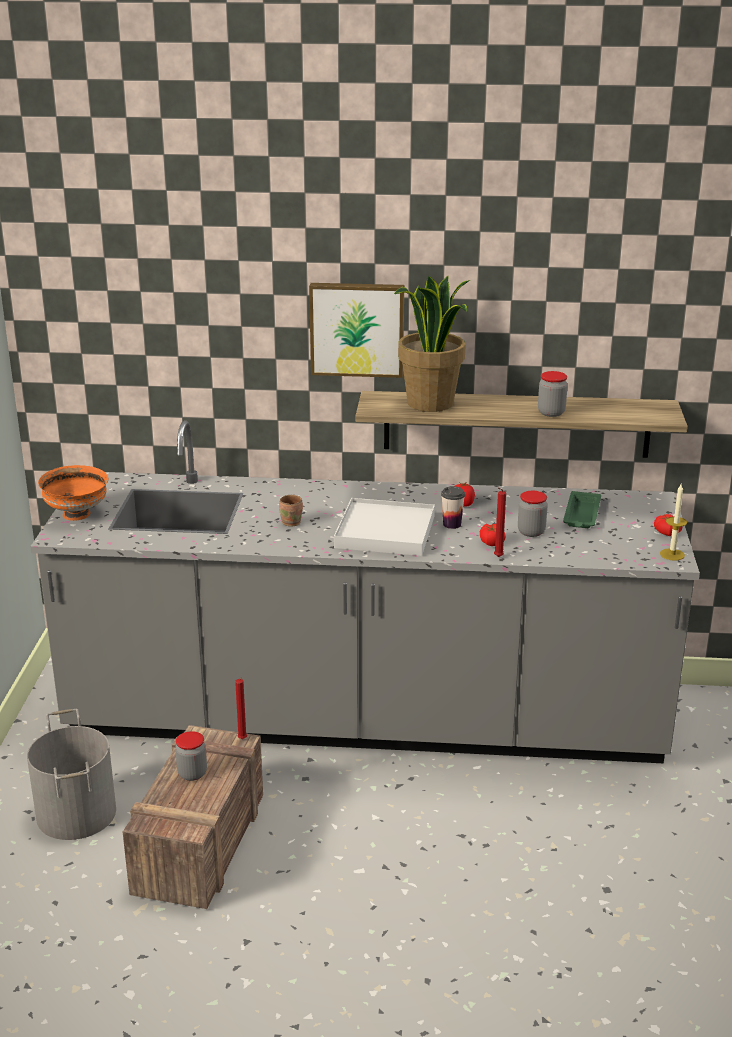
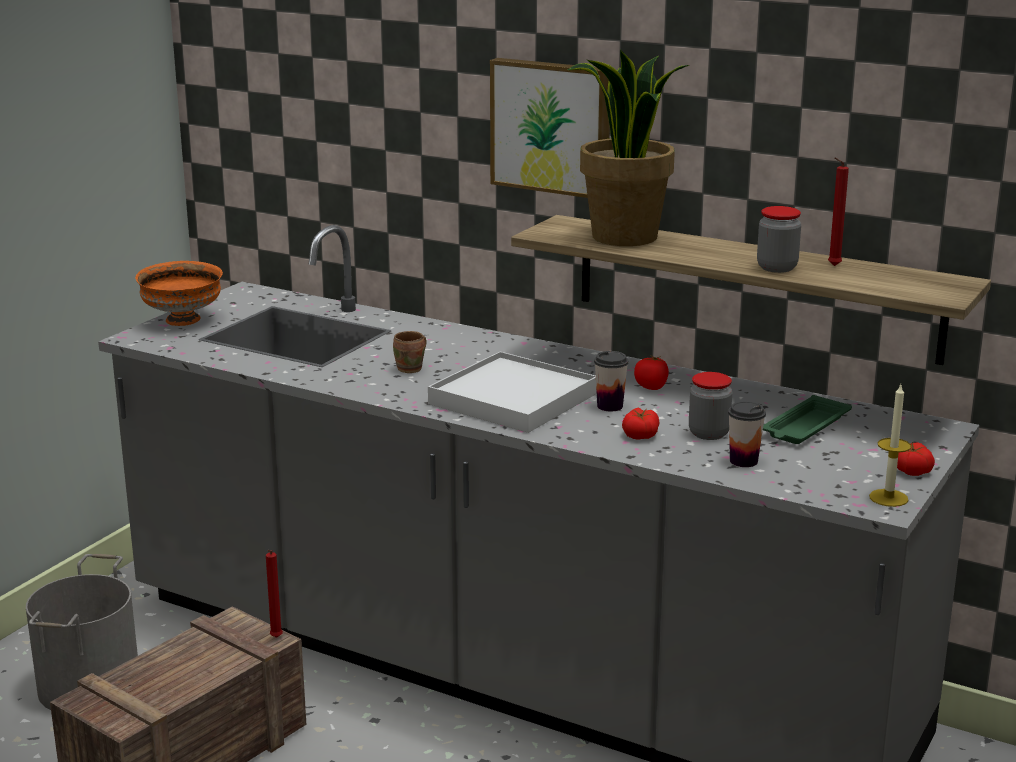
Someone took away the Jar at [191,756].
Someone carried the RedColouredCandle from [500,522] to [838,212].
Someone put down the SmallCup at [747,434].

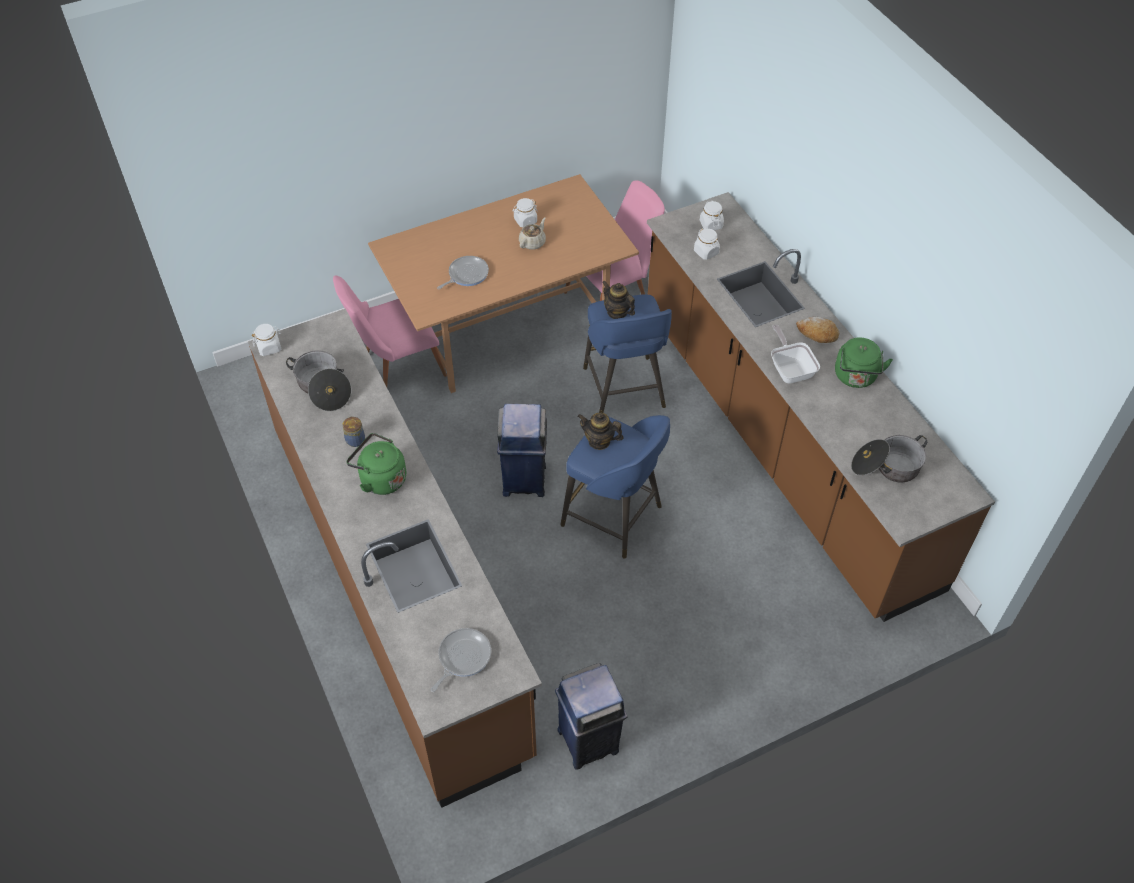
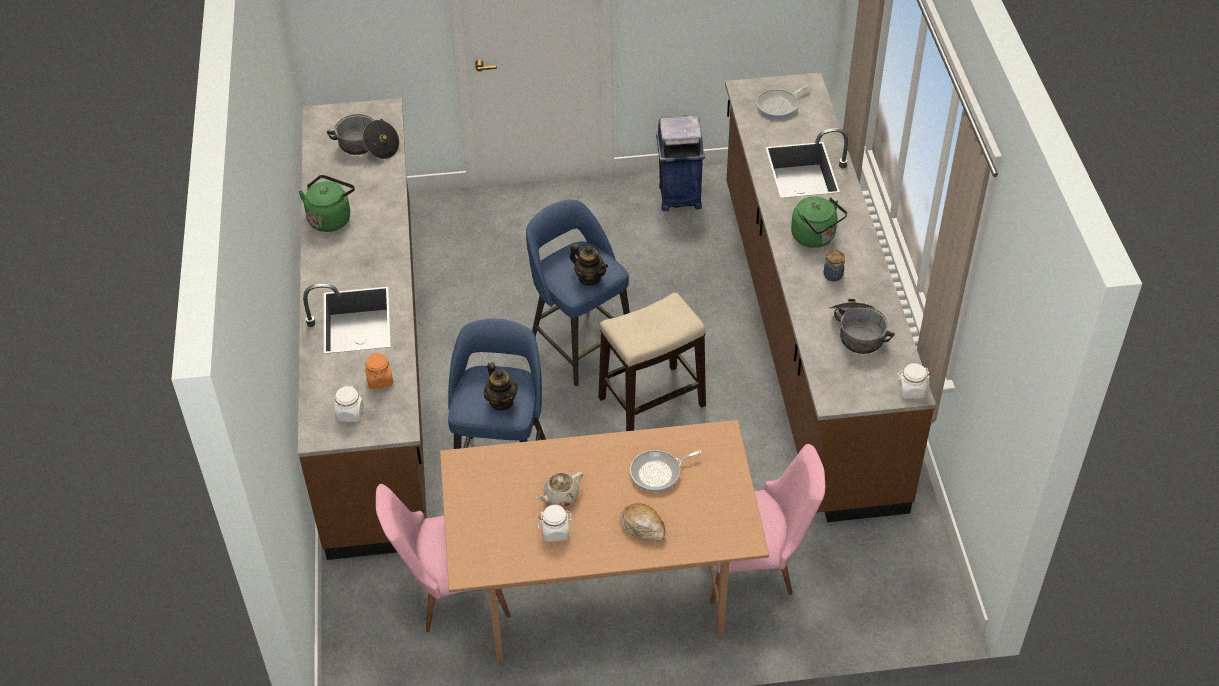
Someone swapped the BlueRubbishBin at [522,450] for the StoolSeat at [652,362].
Someone repainted the WhiteColouredJar at [707,244], which became the OrangeJar at [379,371].
Someone took away the Skillet at [795,354].
Someone carried the Bread from [817,330] to [643,522].

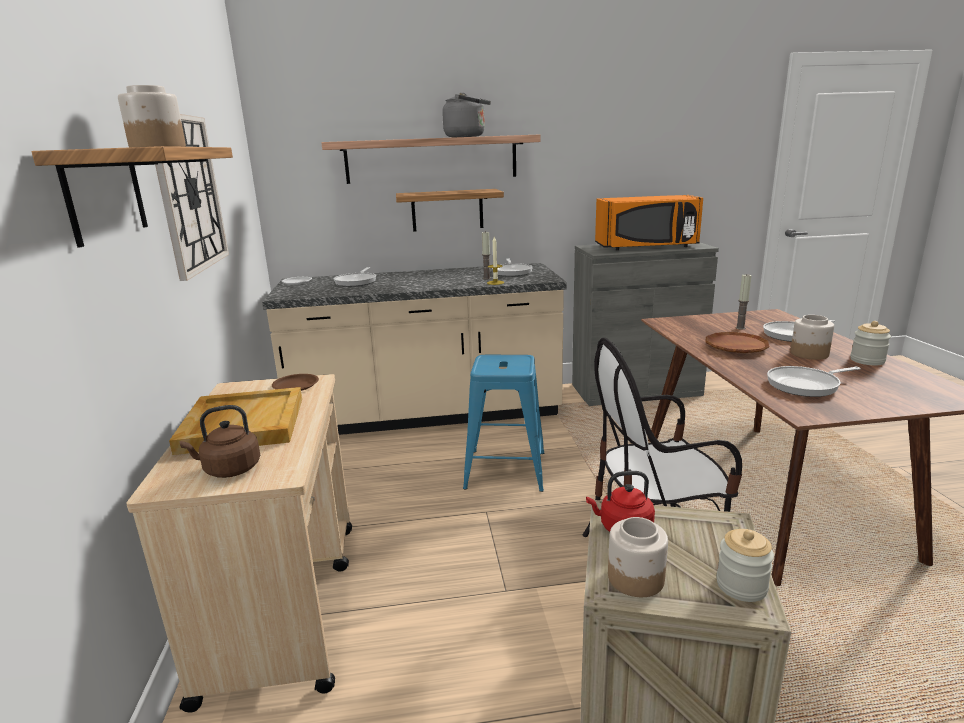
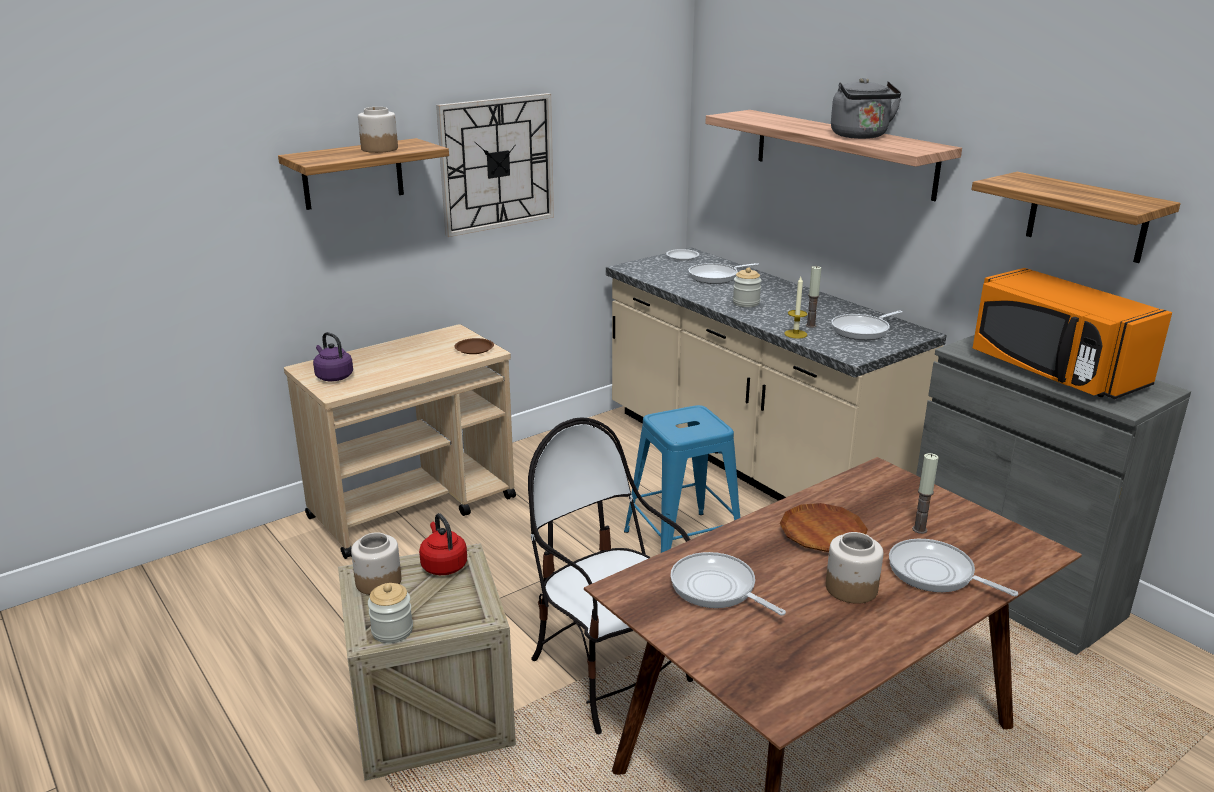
Someone took away the SandColouredServingTray at [235,421].
Someone repainted the BrownColouredWaterKettle at [219,441], which became the PurpleWaterKettle at [333,356].
Someone carried the WallShelf from [450,210] to [1076,217].
Someone carried the Jar from [870,343] to [747,287].

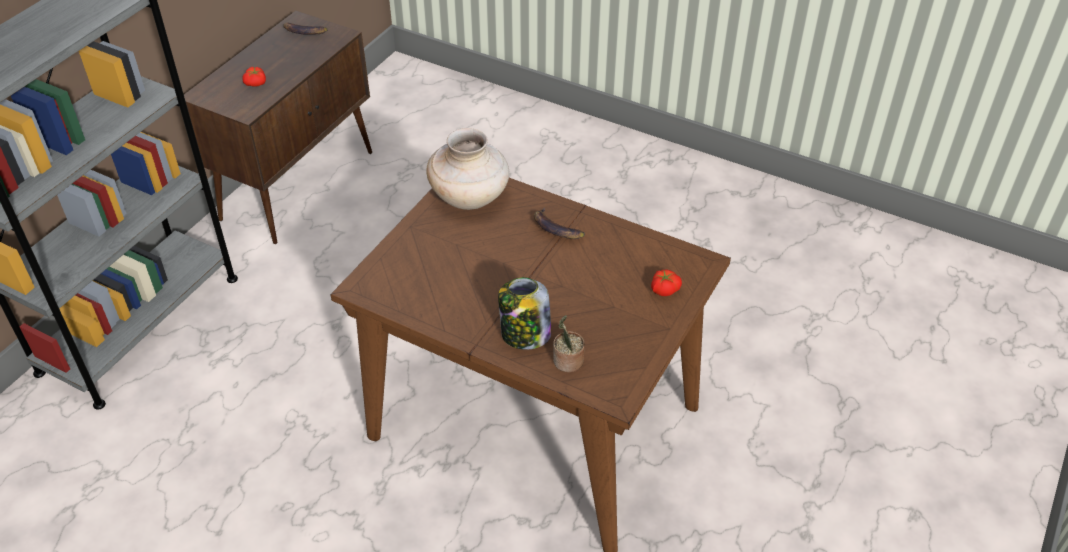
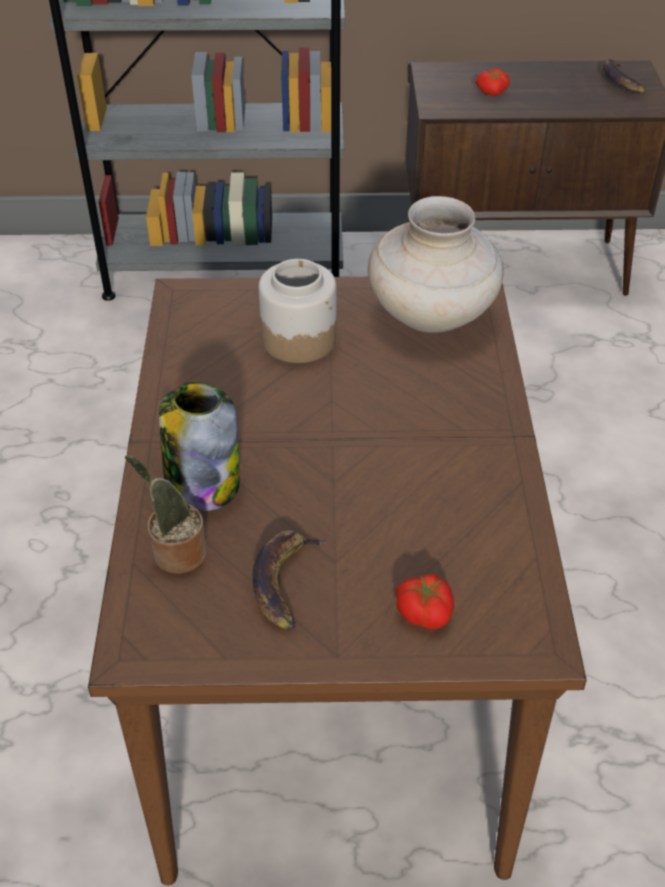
Someone carried the Banana from [559,223] to [290,580].
Someone put down the Jar at [297,311].

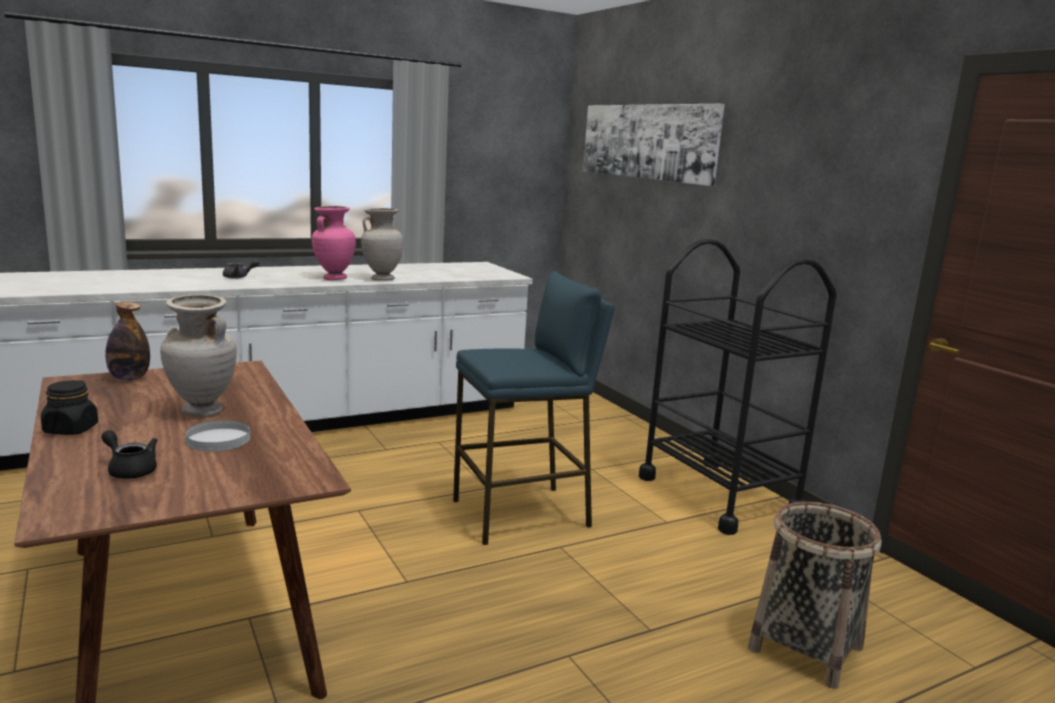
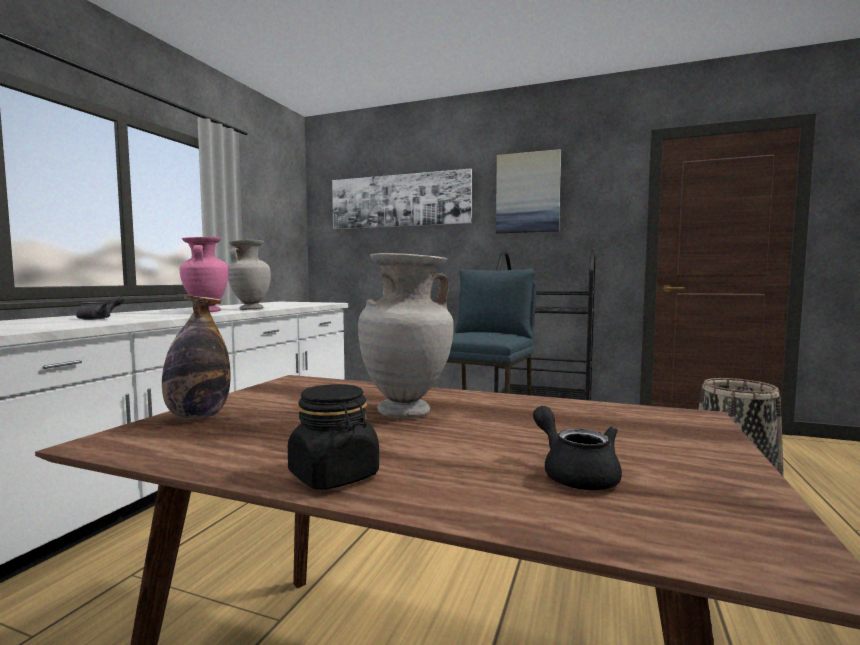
Someone rotated the BlackishPotForTea at [129,454] by 75 degrees clockwise.
Someone took away the WhiteColouredFlatDish at [217,435].
Someone put up the WallArt at [528,191].

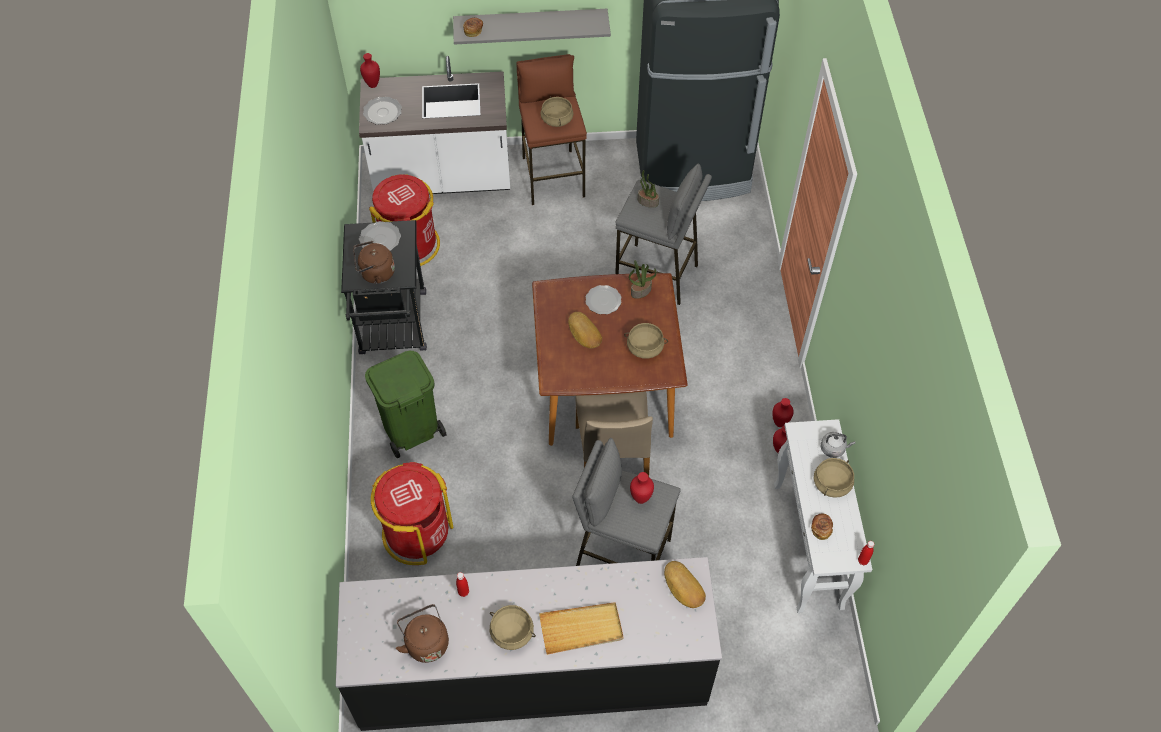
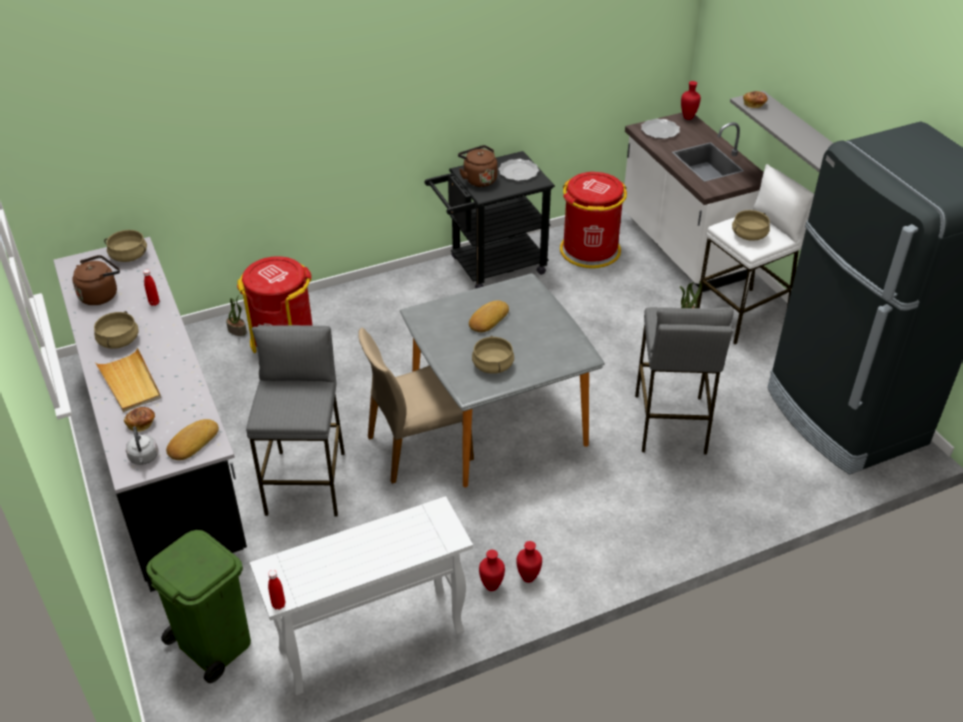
Someone carried the GreenRubbishBin from [406,404] to [198,606].
Someone repainted the BrownColouredStoolSeat at [551,129], which became the WhiteColouredStoolSeat at [755,254].
Someone repainted the BrownColouredDinnerTable at [610,359], which became the GrayDinnerTable at [502,380].
Someone took away the FlatDish at [603,299].
Someone carried the PlantInAPot from [642,279] to [236,315].
Someone took away the RedColouredFlowerVase at [642,488].
Someone carried the Bread from [822,526] to [139,419].
Someone carried the SandColouredSaucepot from [834,478] to [125,246].
Someone carried the GrayWaterKettle from [838,445] to [142,445].

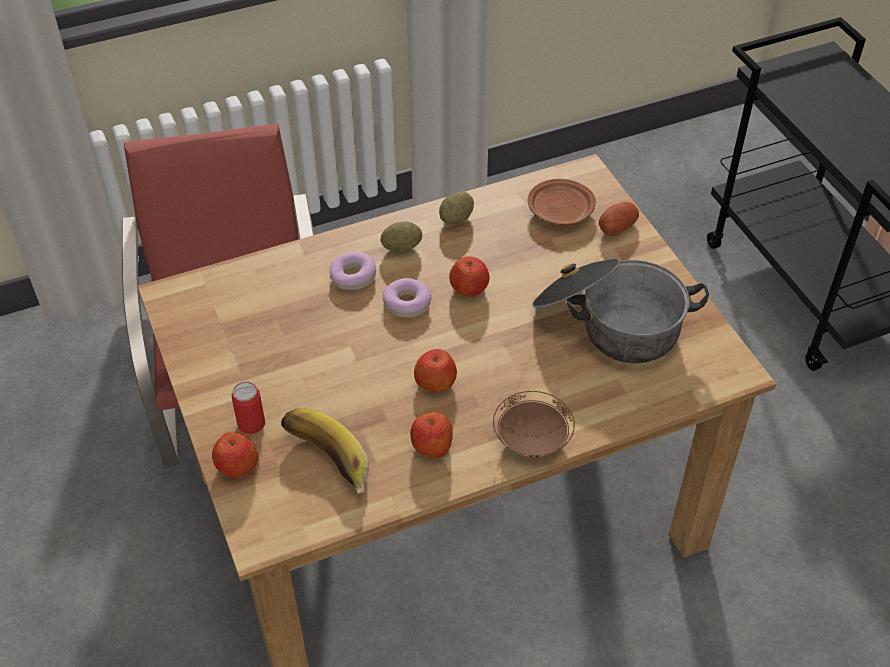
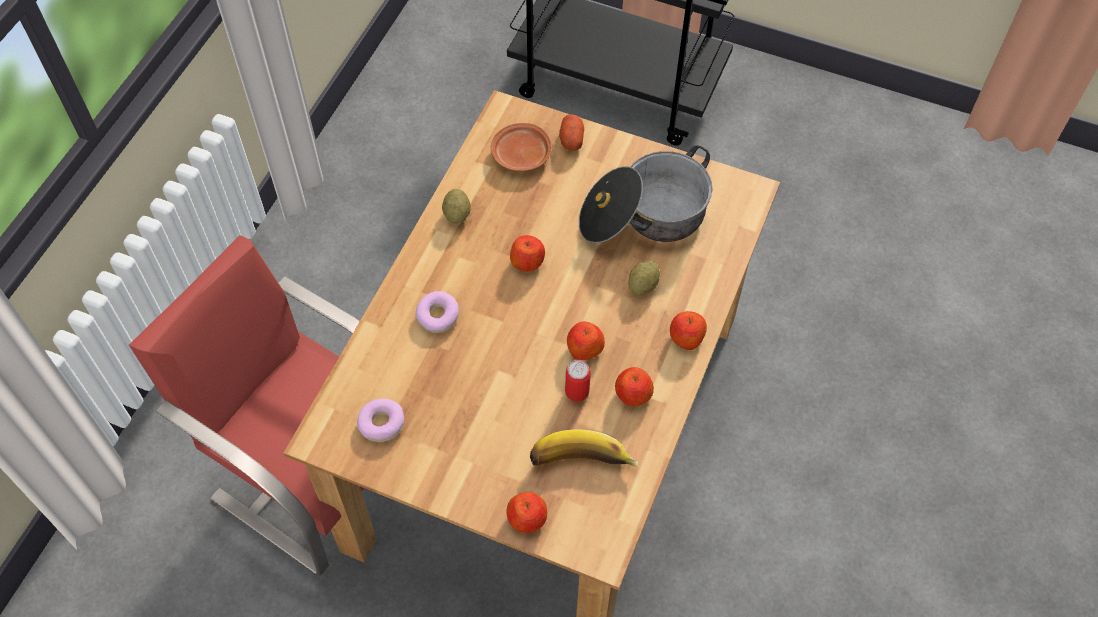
Someone carried the MetalCan from [248,407] to [578,381].
Someone carried the Potato from [401,237] to [644,278].
Someone carried the Doughnut from [407,298] to [380,420].
Someone swapped the BrownColouredFlatDish at [534,424] for the AppleFruit at [688,330].

